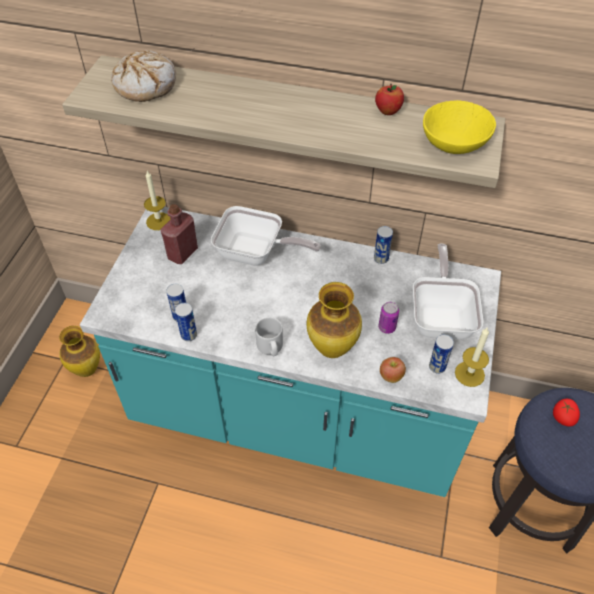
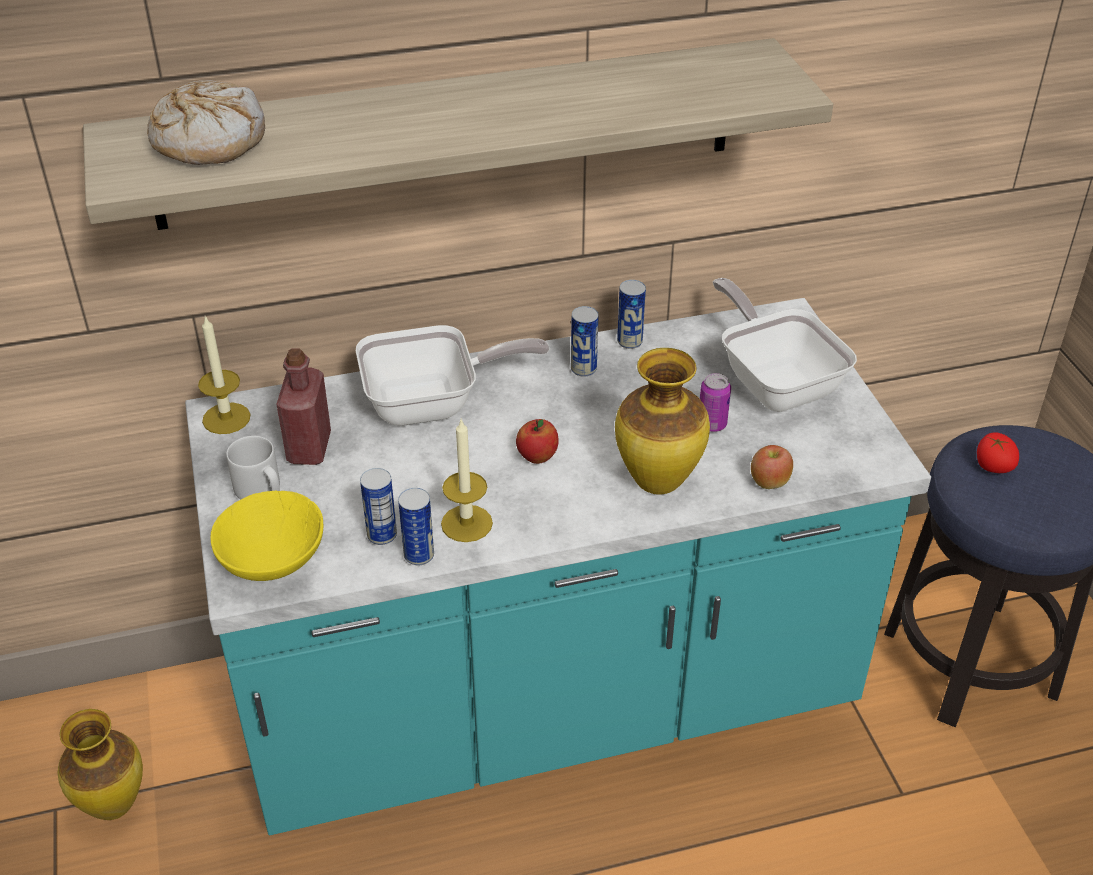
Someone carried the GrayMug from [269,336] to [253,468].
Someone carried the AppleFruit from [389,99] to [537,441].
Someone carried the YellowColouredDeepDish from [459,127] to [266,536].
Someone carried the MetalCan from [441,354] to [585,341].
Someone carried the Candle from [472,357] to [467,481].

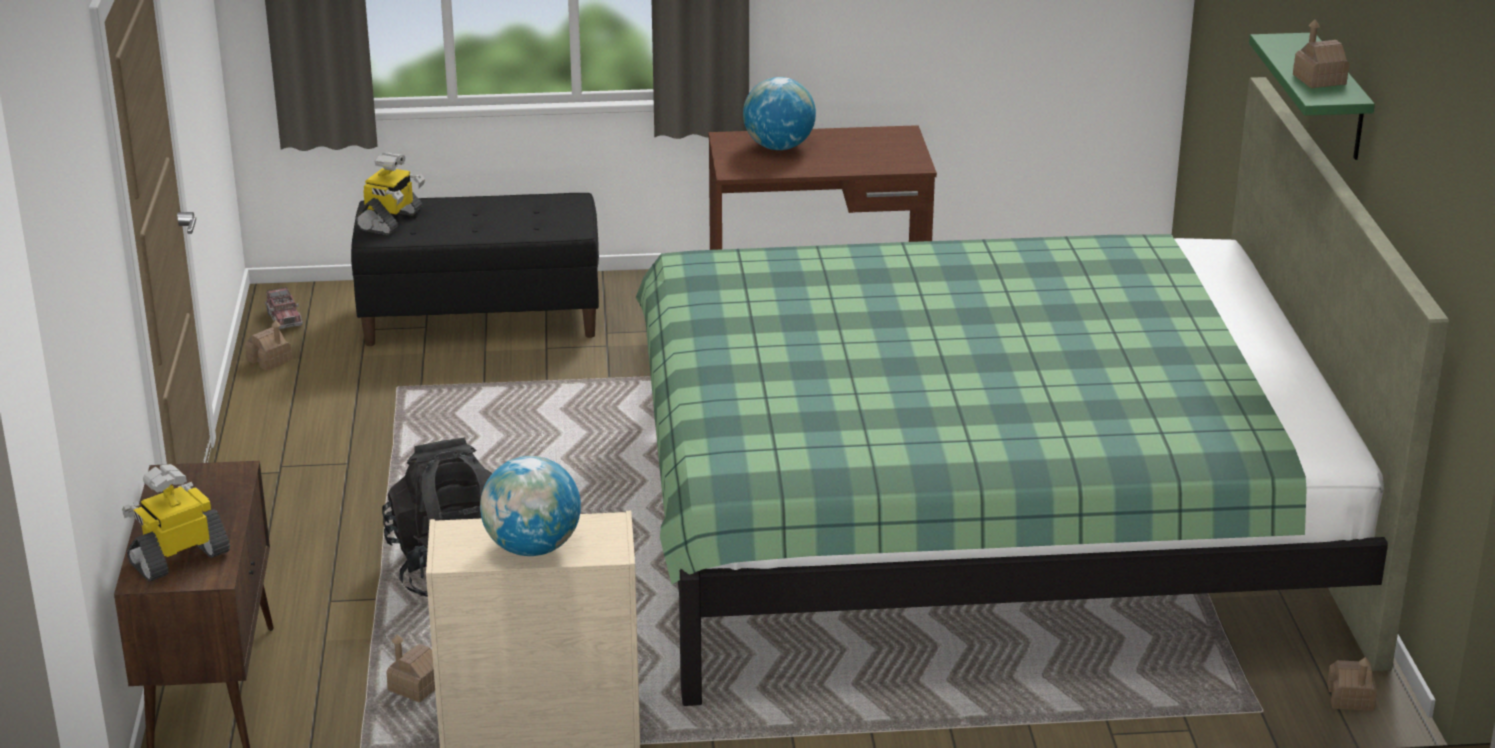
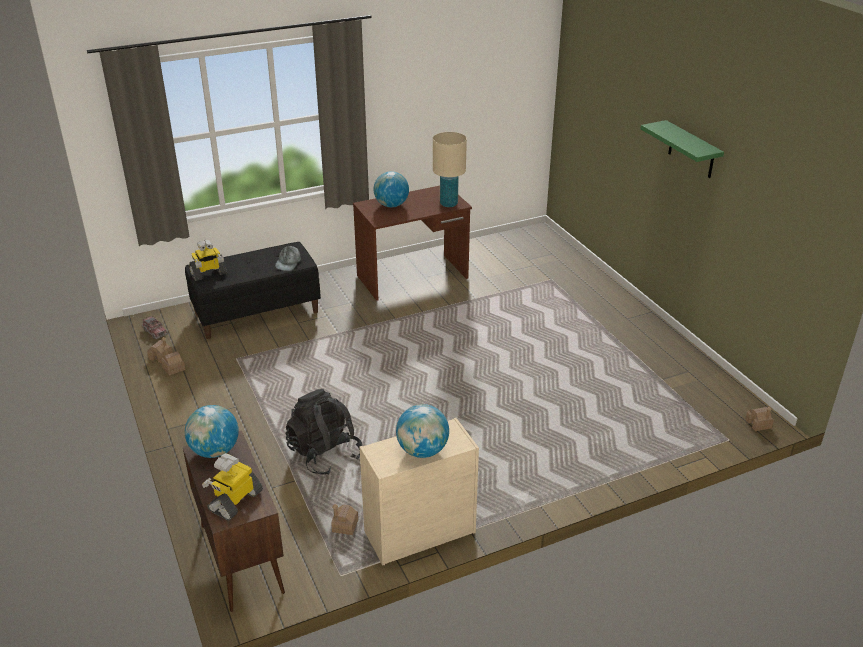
Someone rotated the ToyRobot at [390,193] by 60 degrees clockwise.
Someone took away the GreenBedroomBed at [1042,391].
Someone carried the ModelHouse from [1321,54] to [173,360].
Someone put down the DeskGlobe at [212,431].
Someone put down the GrayPeakedCap at [288,258].
Someone put down the SandColouredLampForATable at [450,169].

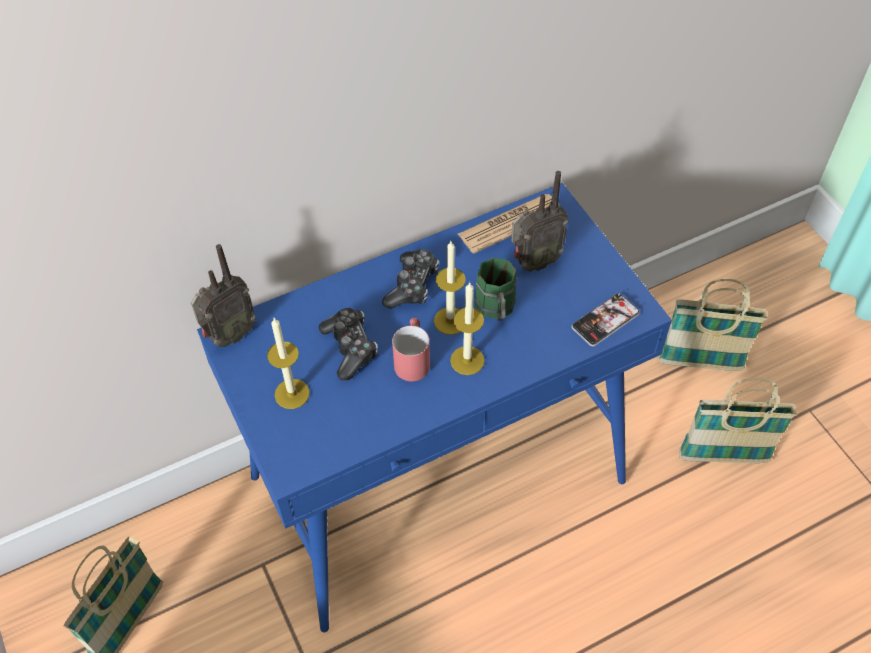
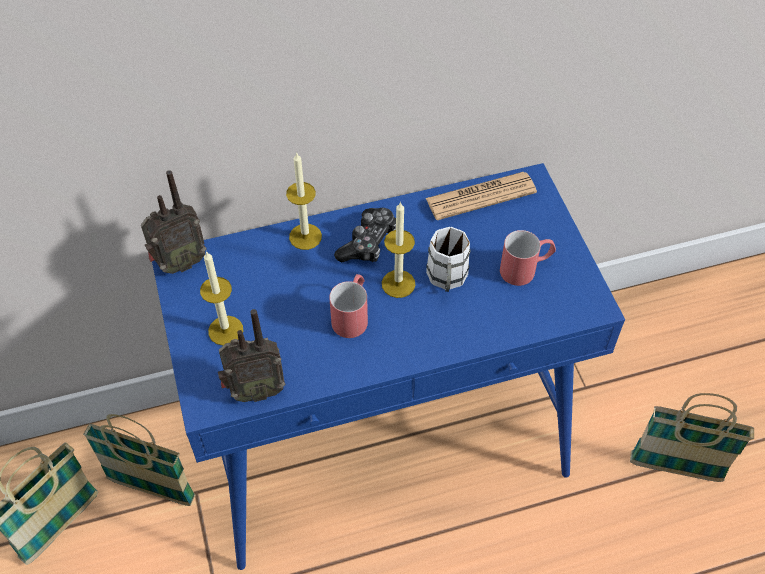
Someone took away the GameController at [348,344].
Someone carried the Candle from [467,328] to [304,201].
Someone repainted the GreenMug at [495,289], which became the WhiteColouredMug at [448,259].
Someone carried the RadioReceiver from [539,221] to [252,355].
Someone took away the Telephone at [606,319].
Someone carried the HouseholdBasket from [712,325] to [139,460].
Someone put down the RedColouredMug at [528,258].

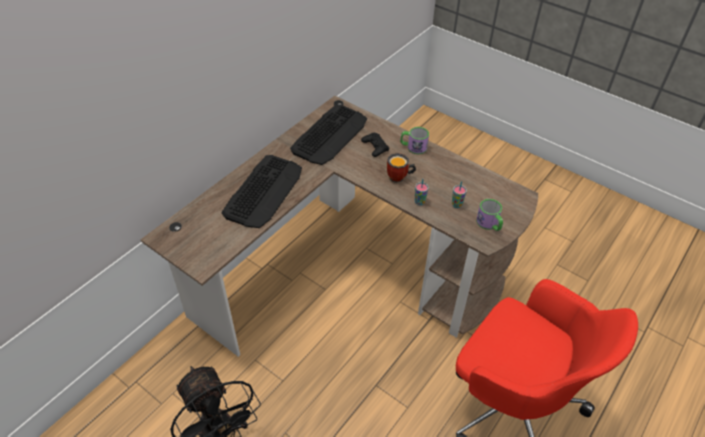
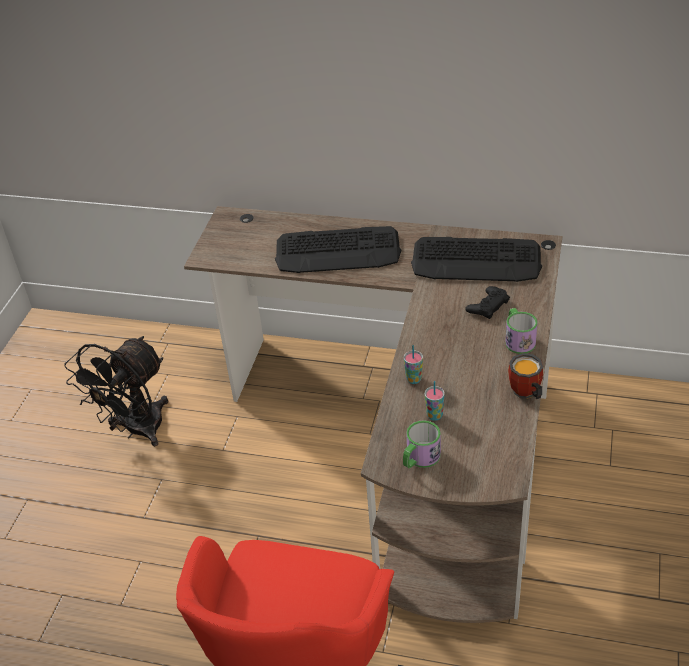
Someone carried the Mug from [401,168] to [525,376].

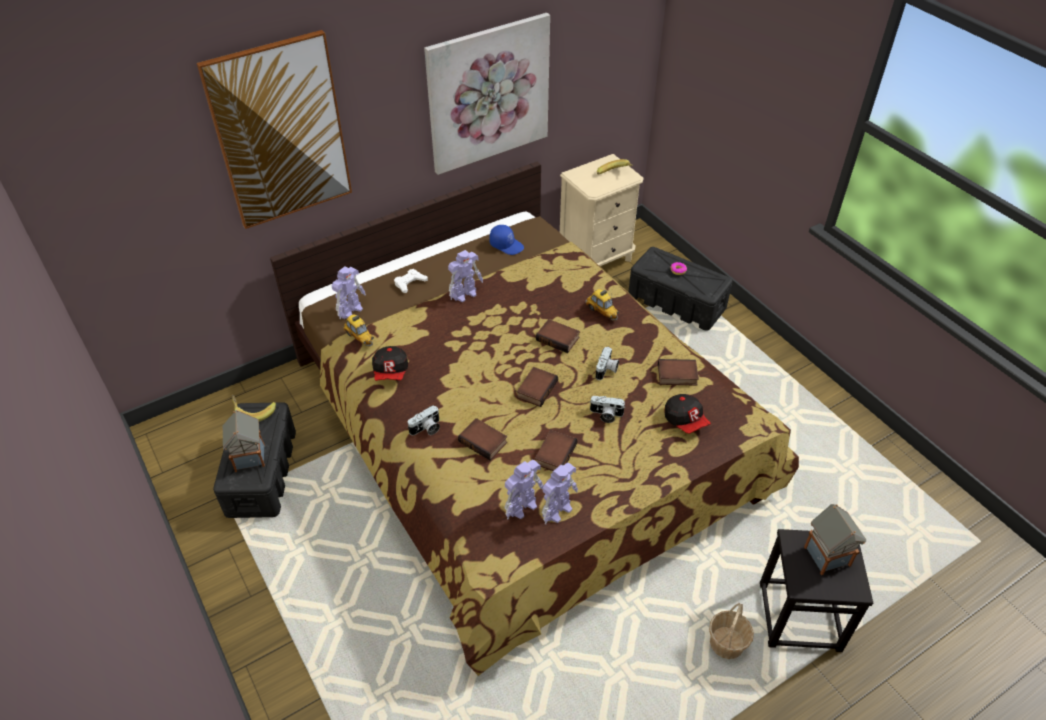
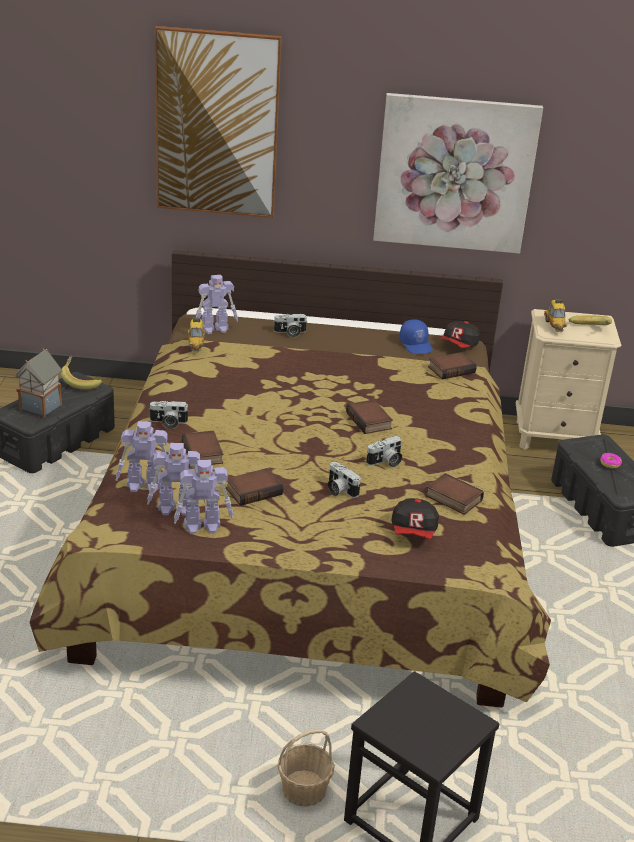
Someone carried the PeakedCap from [390,363] to [459,334].
Someone swapped the WhiteColouredGameController at [411,281] for the PhotoCamera at [291,325].
Someone carried the ToyRobot from [465,276] to [141,457].
Someone carried the Volume from [537,387] to [452,365].
Someone carried the ToyCar from [602,305] to [555,315].
Someone took away the ModelHouse at [835,539].

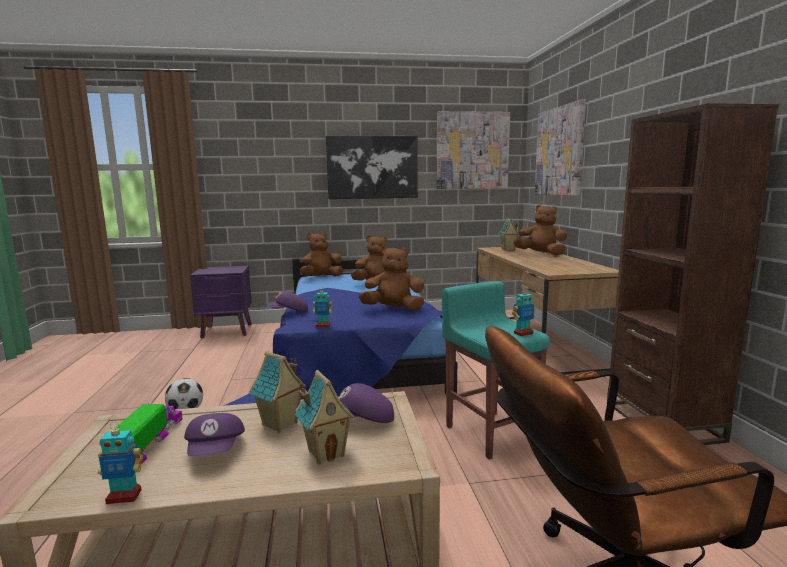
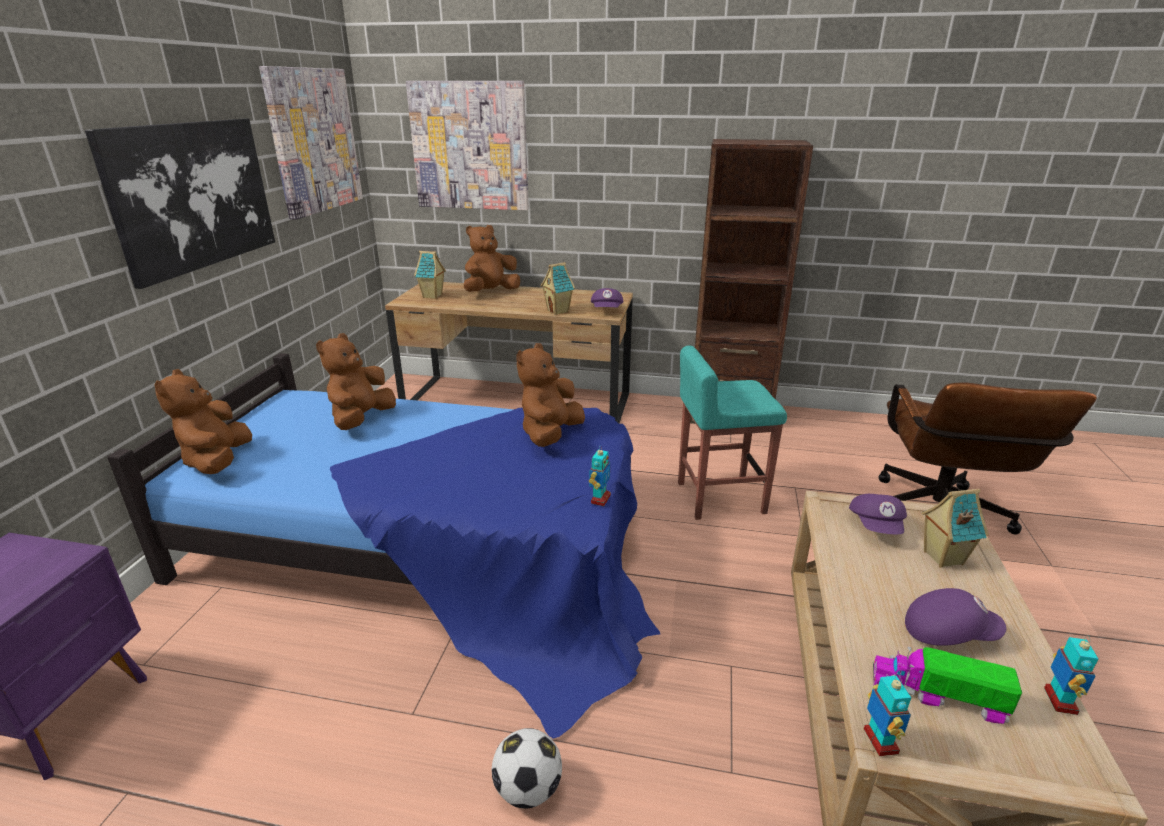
Someone carried the ModelHouse from [277,392] to [558,288].
Someone carried the PurplePeakedCap from [287,301] to [607,298].
Someone carried the ToyRobot from [523,313] to [887,715].

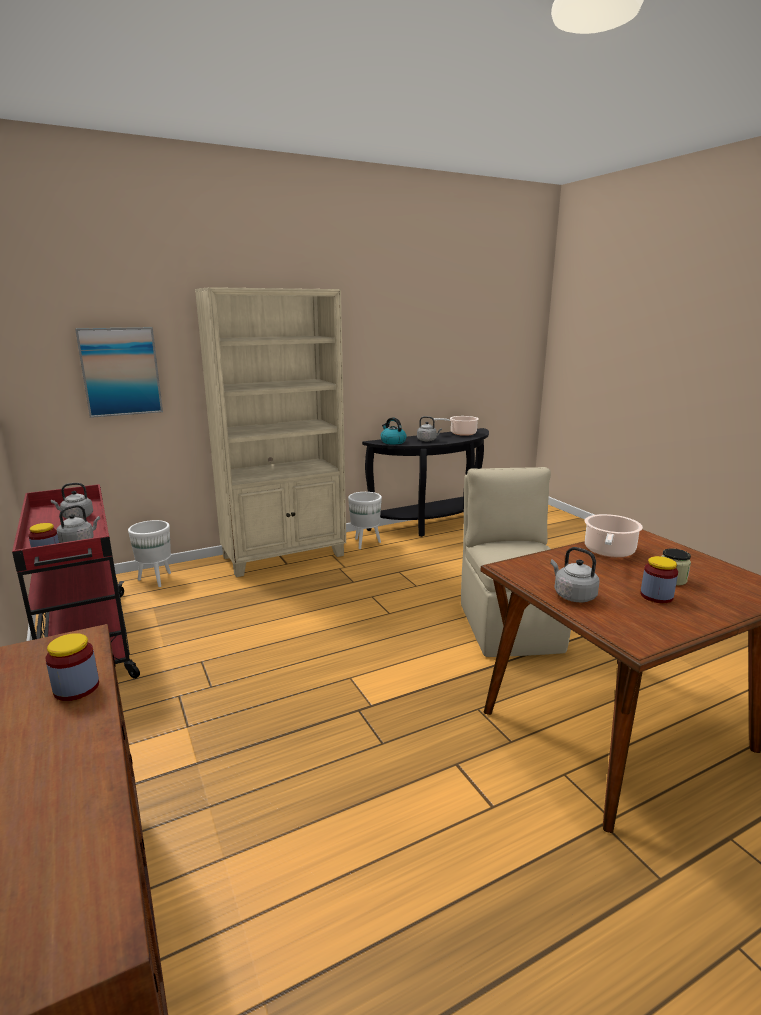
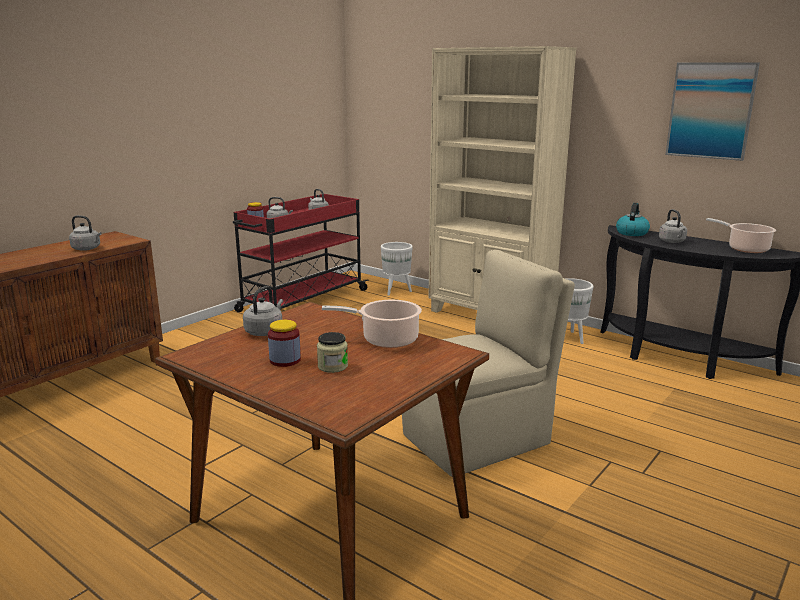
Someone swapped the Jar at [72,667] for the GrayWaterKettle at [85,233].
Someone carried the WallArt from [119,372] to [712,111].

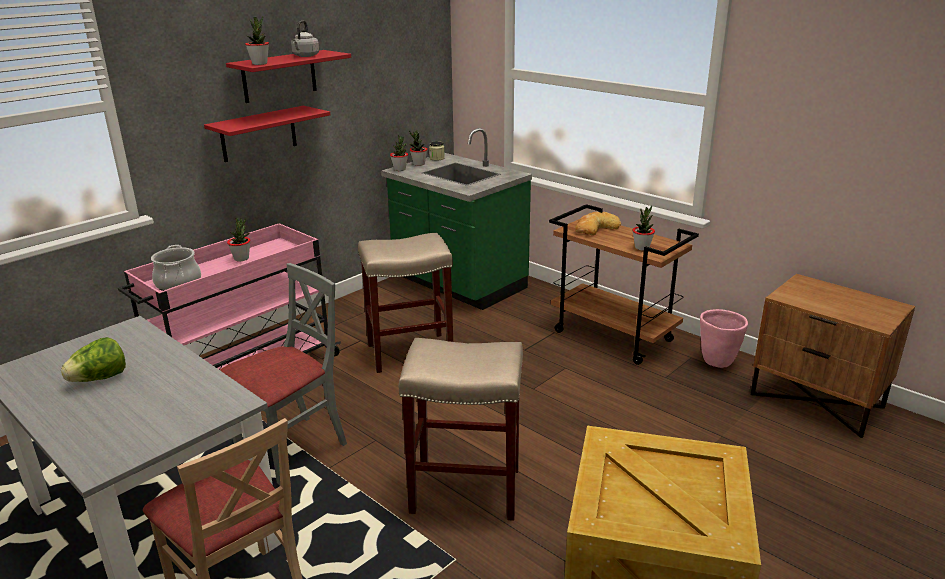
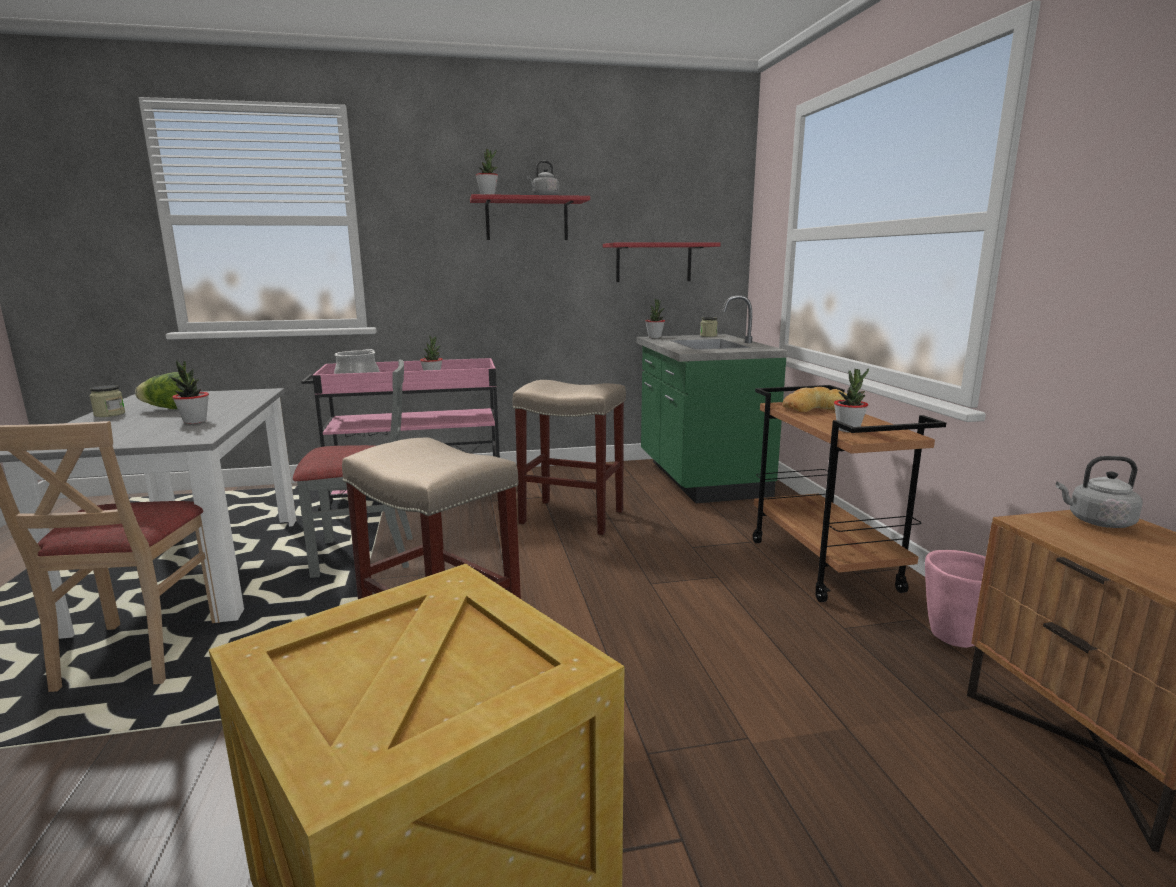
Someone carried the RedColouredWallShelf from [267,134] to [662,262].
Someone carried the PlantInAPot from [418,148] to [189,392].
Someone put down the Jar at [107,401].
Someone put down the GrayWaterKettle at [1099,492].

